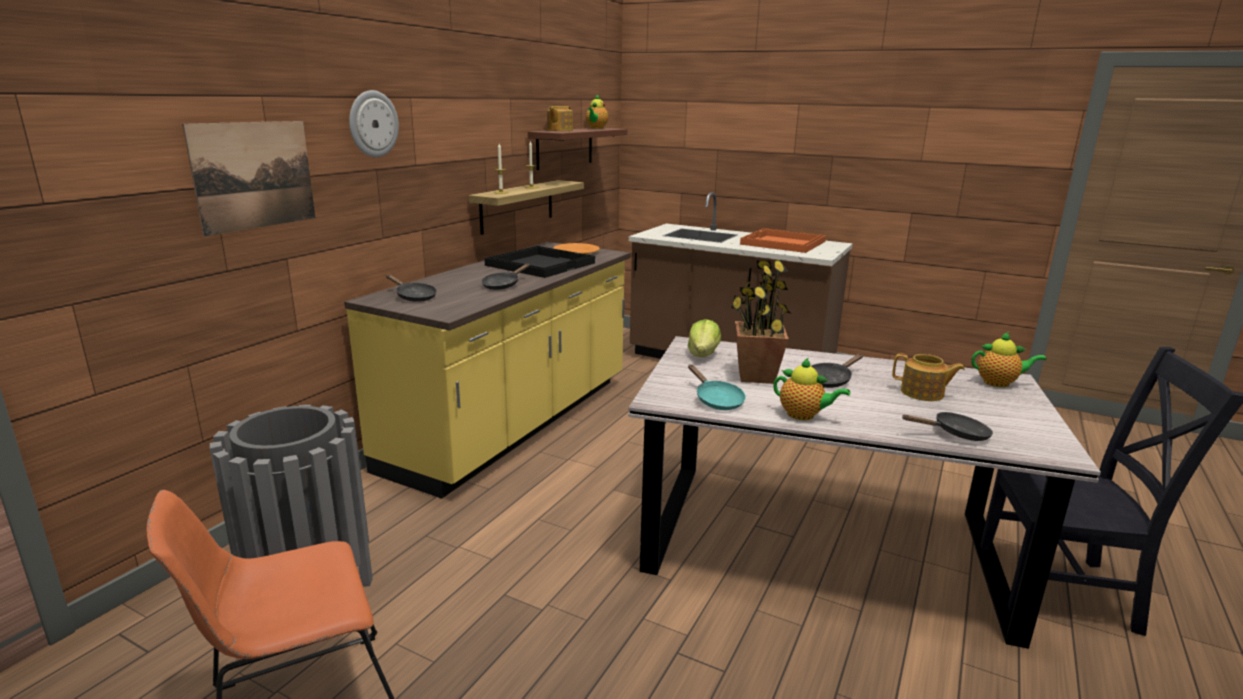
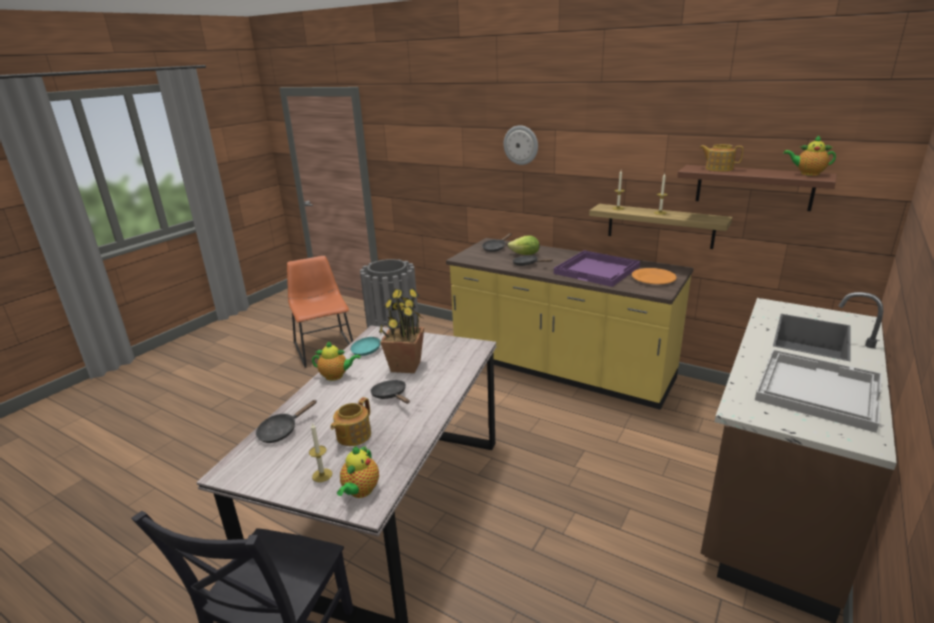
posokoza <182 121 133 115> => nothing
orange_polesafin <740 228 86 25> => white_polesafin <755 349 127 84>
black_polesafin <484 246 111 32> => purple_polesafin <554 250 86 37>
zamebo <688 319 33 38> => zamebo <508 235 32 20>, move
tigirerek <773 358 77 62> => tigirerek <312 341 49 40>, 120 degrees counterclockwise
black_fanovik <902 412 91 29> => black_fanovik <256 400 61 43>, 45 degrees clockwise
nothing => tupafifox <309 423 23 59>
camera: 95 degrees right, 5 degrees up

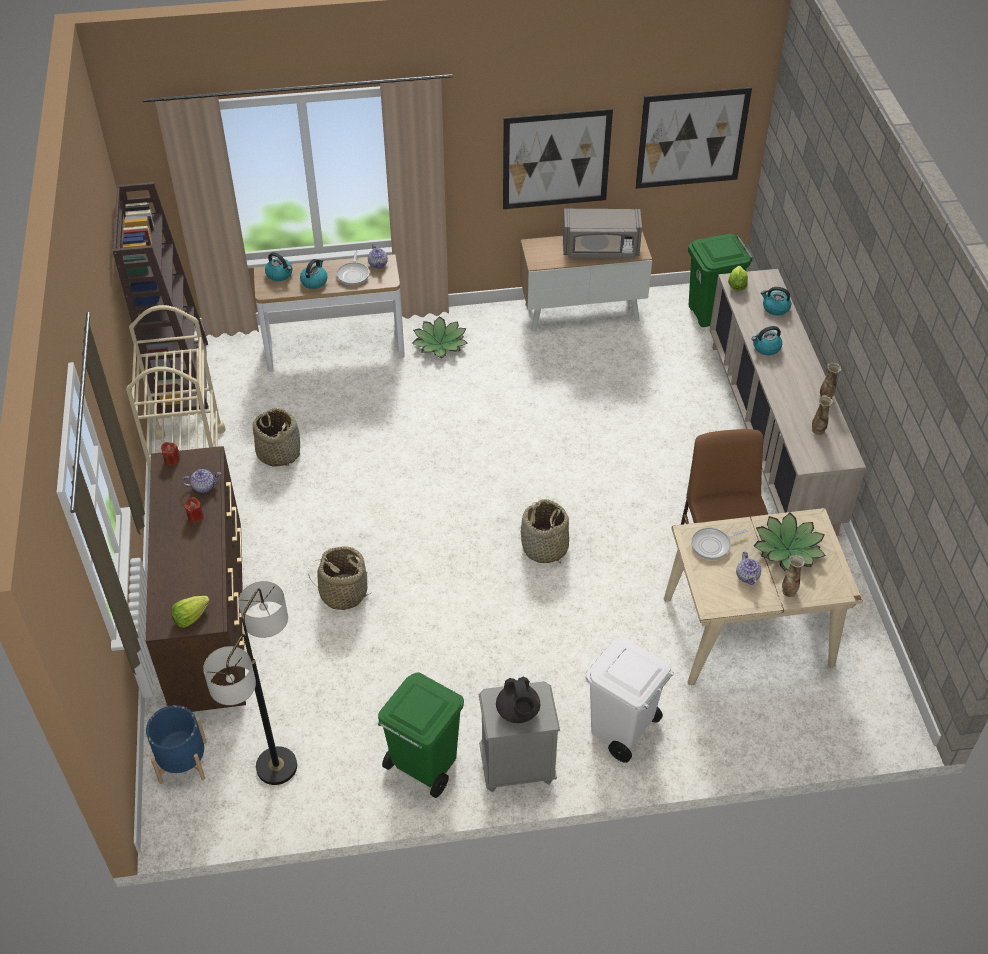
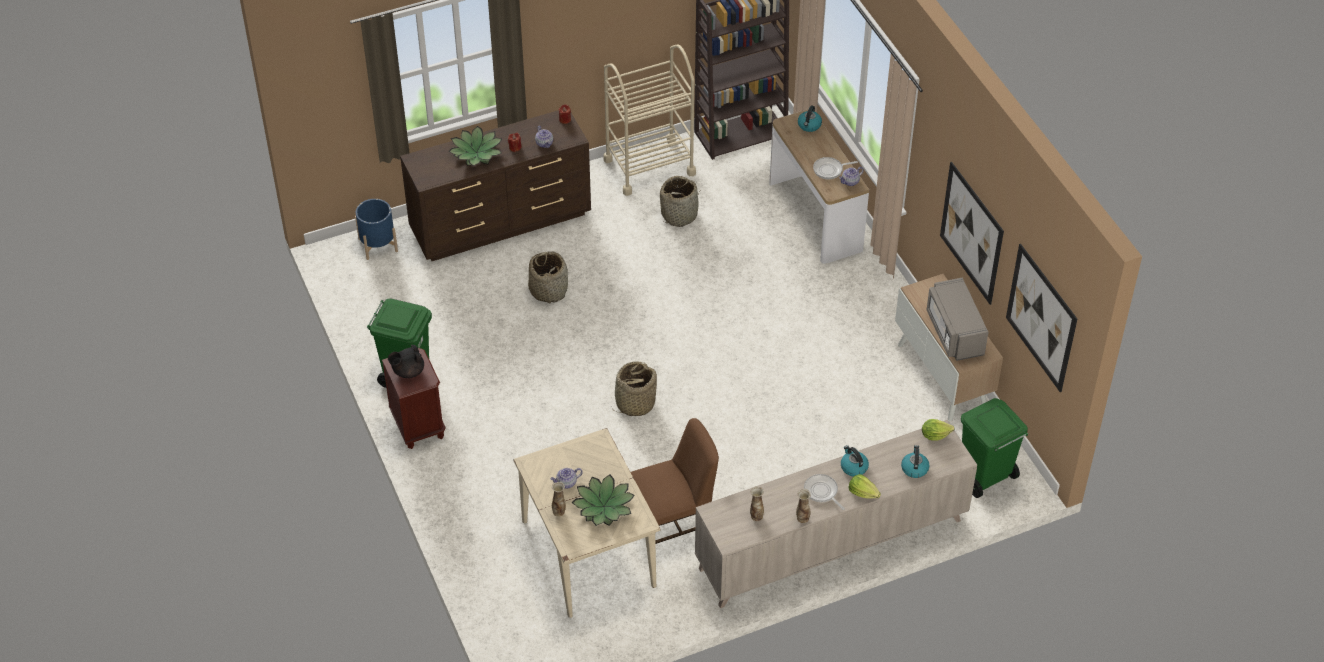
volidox <300 259 28 30> => nothing
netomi <412 316 56 42> => netomi <449 126 53 40>, move
fanovik <691 528 57 32> => fanovik <804 474 41 36>, move
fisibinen <203 581 94 204> => nothing
zamebo <171 596 39 32> => zamebo <848 474 33 24>, move
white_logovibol <586 638 88 125> => nothing
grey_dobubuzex <479 681 81 111> => brown_dobubuzex <382 348 64 101>
camera: 75 degrees right, 0 degrees up

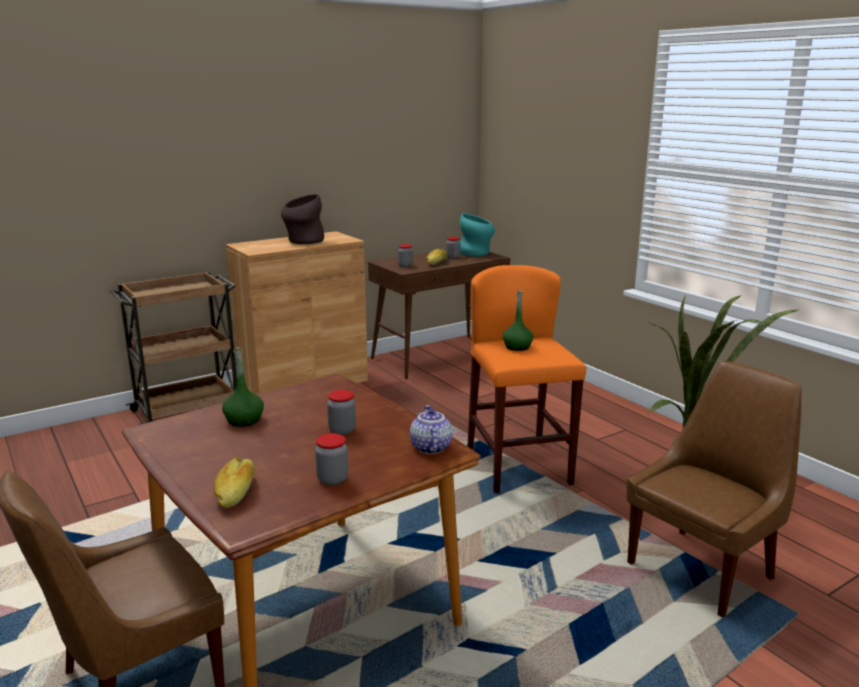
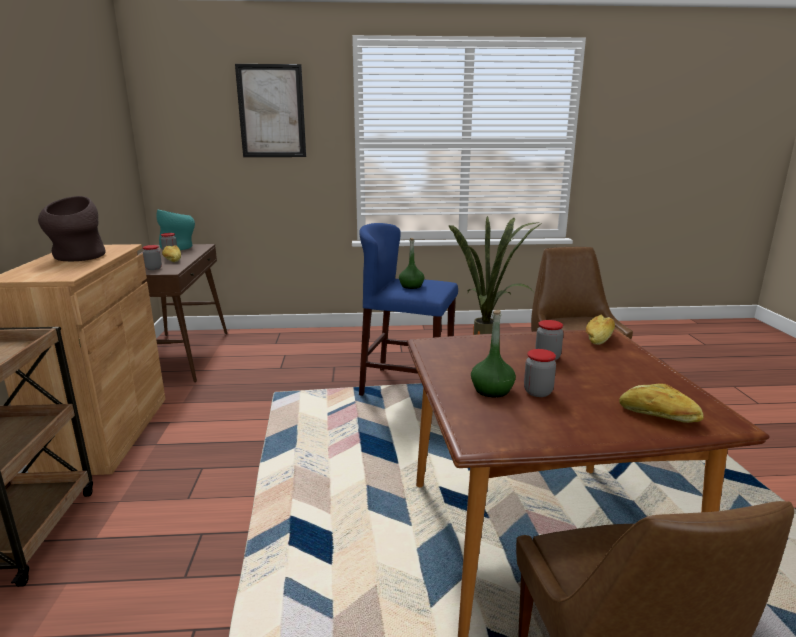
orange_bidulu <468 265 118 228> => blue_bidulu <359 223 99 173>
tigirerek <410 405 42 49> => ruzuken <586 315 29 30>
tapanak <315 433 33 53> => tapanak <524 349 32 48>, move
nothing => posokoza <235 64 71 93>
camera: 60 degrees left, 0 degrees up

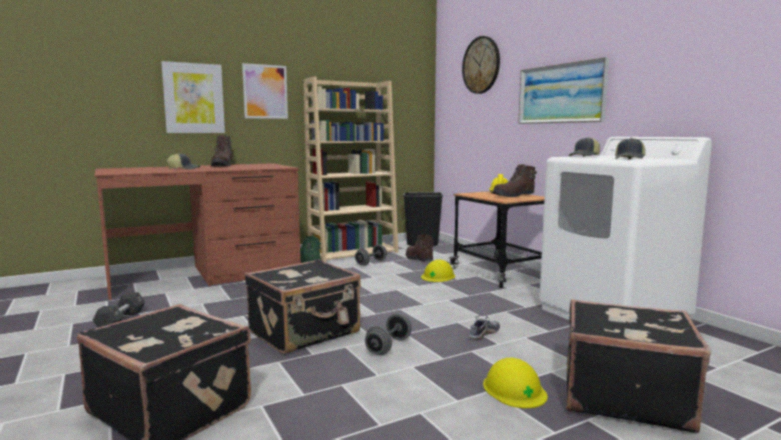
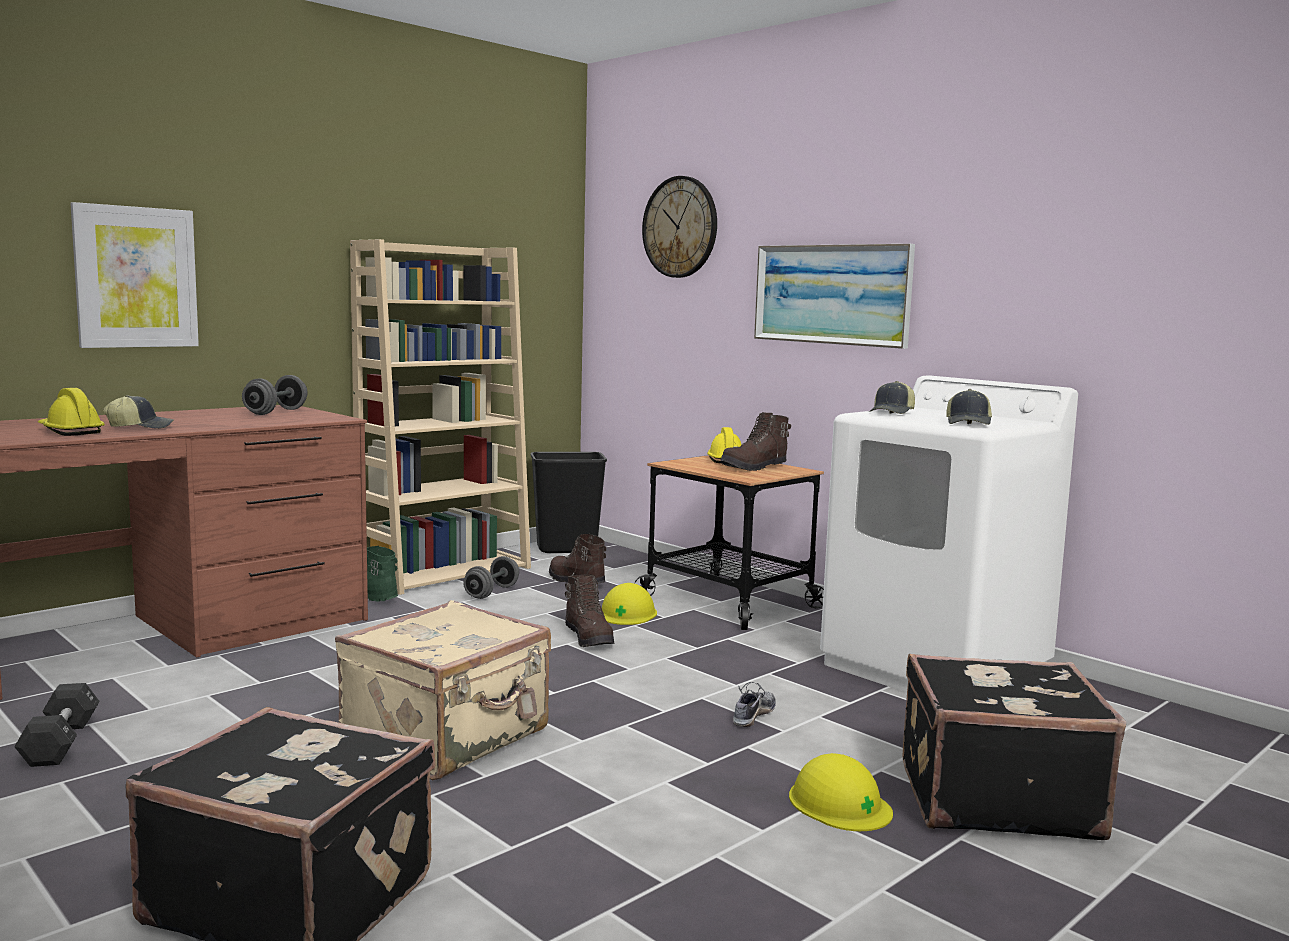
posokoza <242 63 46 56> => nothing
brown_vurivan <211 135 23 31> => brown_vurivan <565 574 49 73>, move
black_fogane <245 259 116 95> => beige_fogane <335 600 216 180>
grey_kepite <365 313 46 42> => grey_kepite <242 375 66 40>, move
nothing => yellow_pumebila <38 388 67 48>
camera: 15 degrees left, 0 degrees up

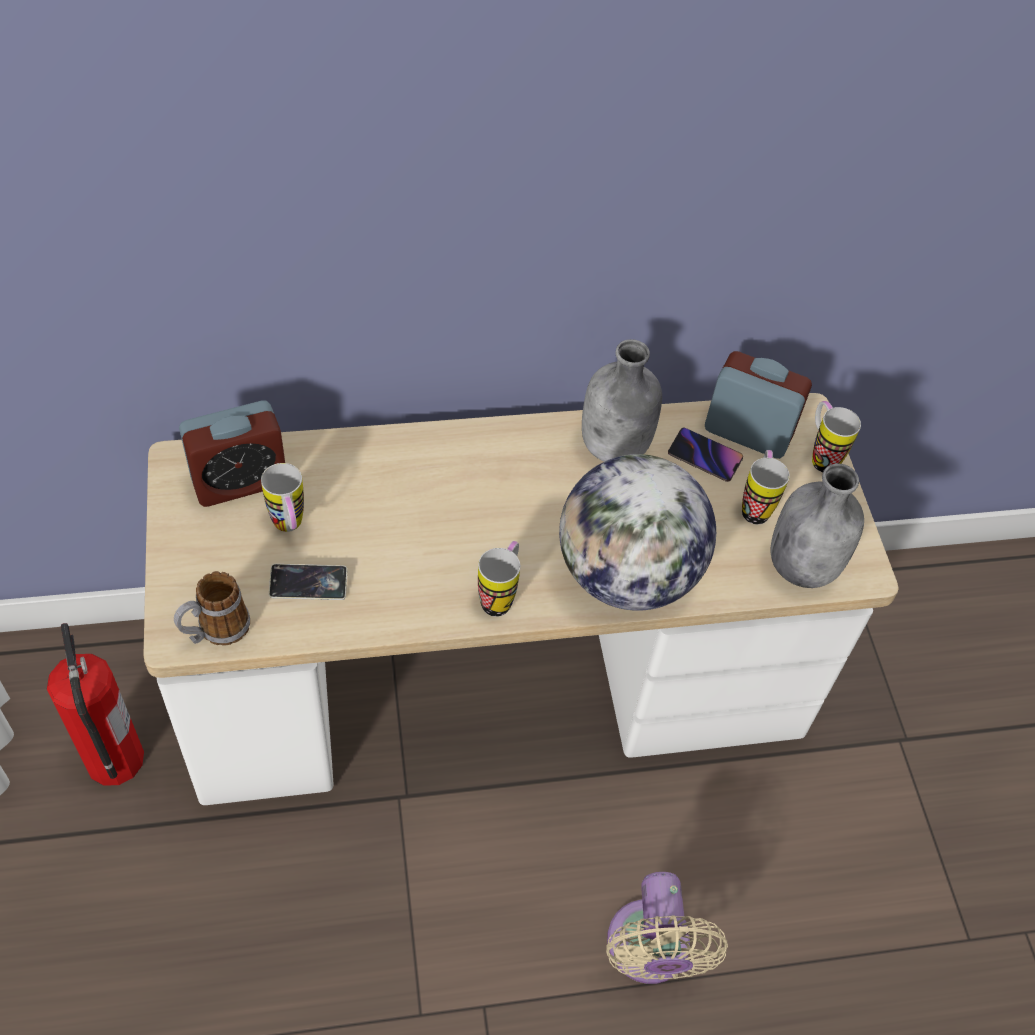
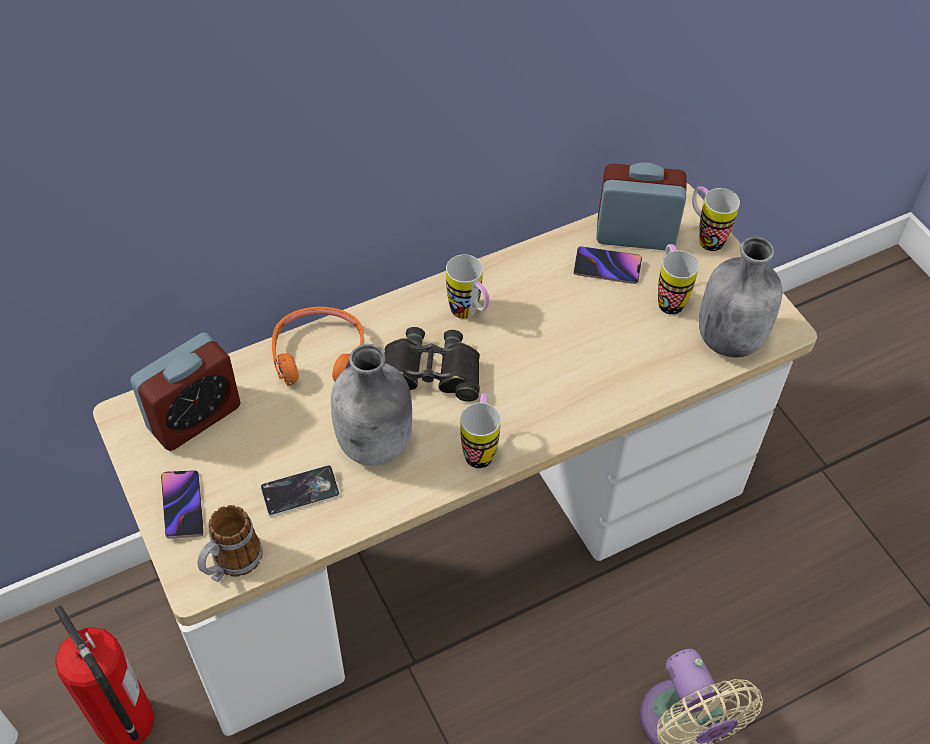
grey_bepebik <582 339 80 123> => grey_bepebik <331 344 81 122>, move
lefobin <559 454 157 157> => nothing
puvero <261 463 43 69> => puvero <446 254 44 65>, move
nothing => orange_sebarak <272 307 92 79>
nothing => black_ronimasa <385 327 95 75>
nothing => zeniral <161 470 43 69>
camera: 15 degrees left, 0 degrees up

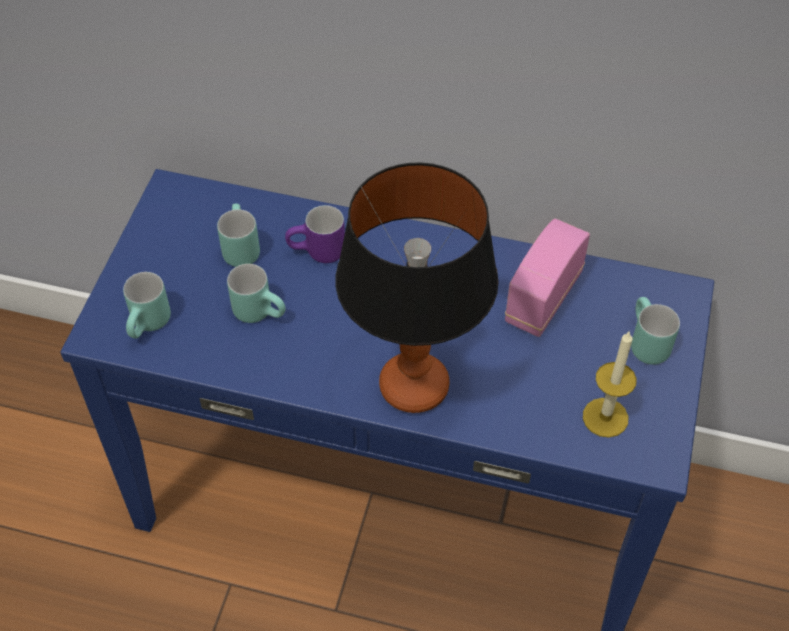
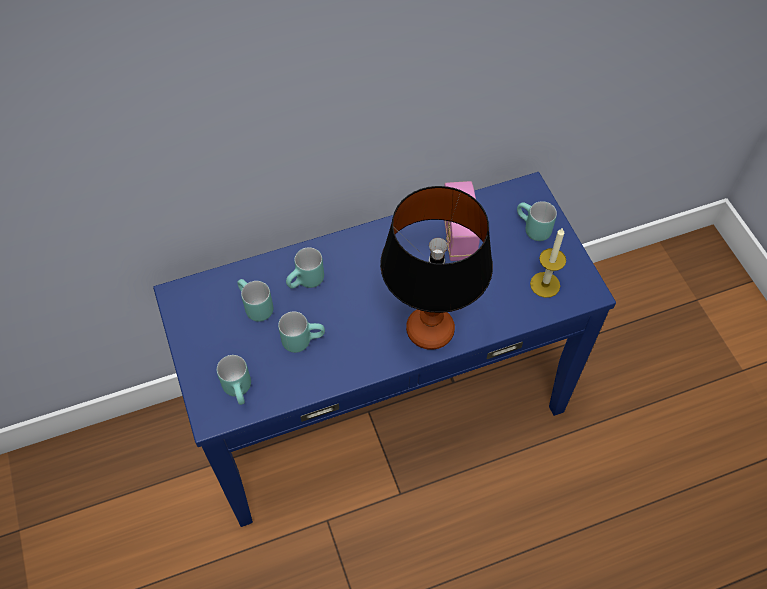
purple_puvero <285 205 60 58> => turquoise_puvero <286 247 38 42>
camera: 35 degrees left, 5 degrees up

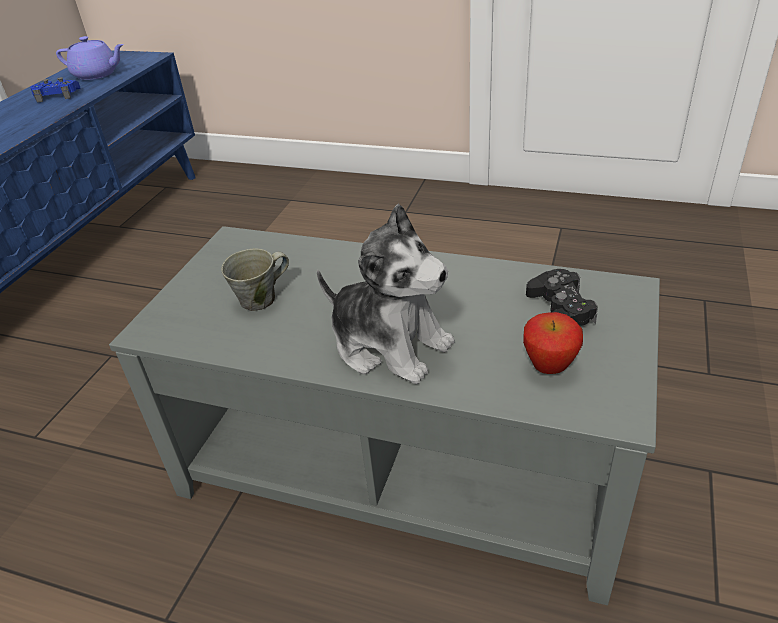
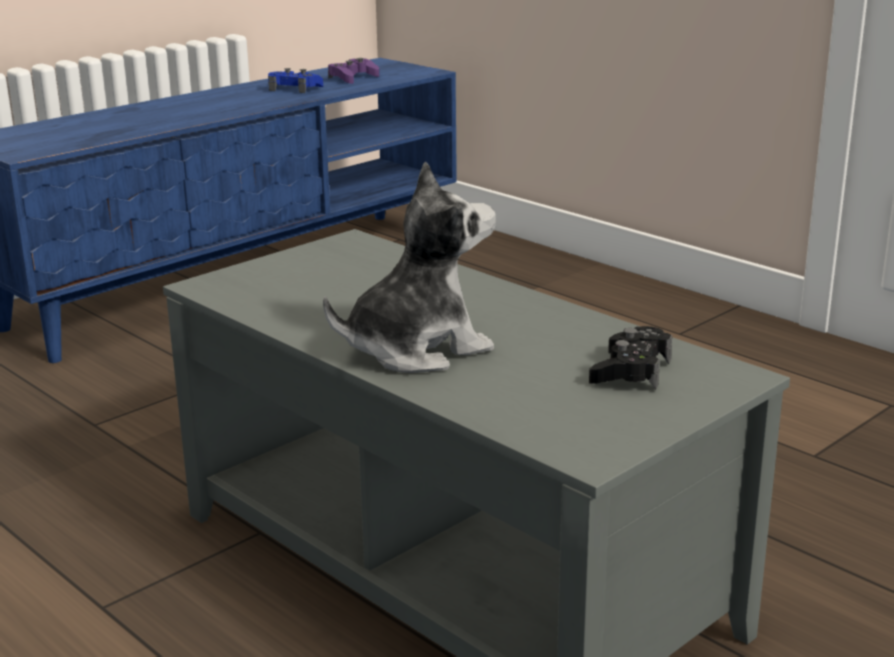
purple_tigirerek <56 36 68 44> => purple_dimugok <328 58 51 26>
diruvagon <317 203 138 181> => diruvagon <323 161 173 212>, 90 degrees counterclockwise
grey_puvero <221 249 68 62> => nothing
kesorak <523 312 60 62> => nothing
camera: 25 degrees right, 15 degrees down

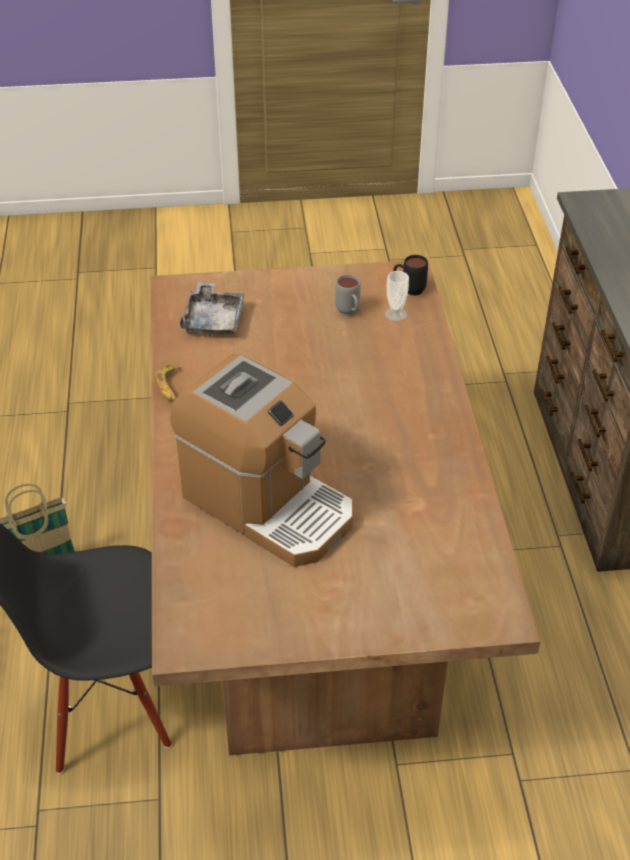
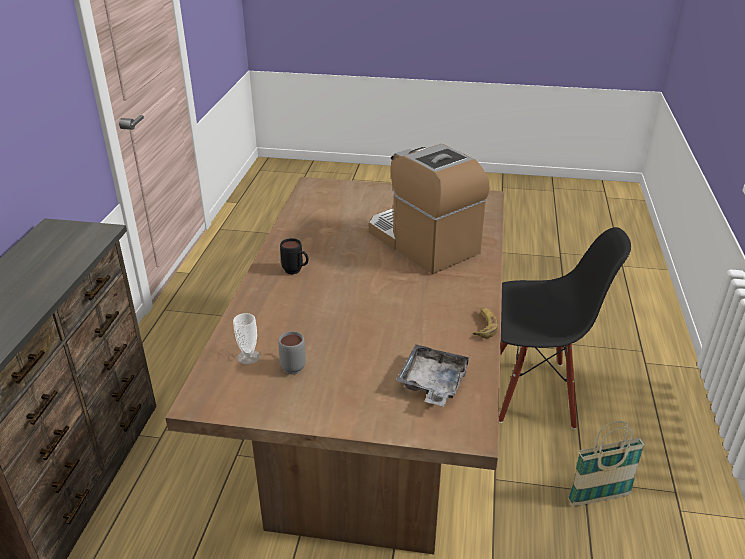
black_puvero <393 255 35 41> => black_puvero <280 238 29 36>, move
camera: 165 degrees left, 10 degrees down

